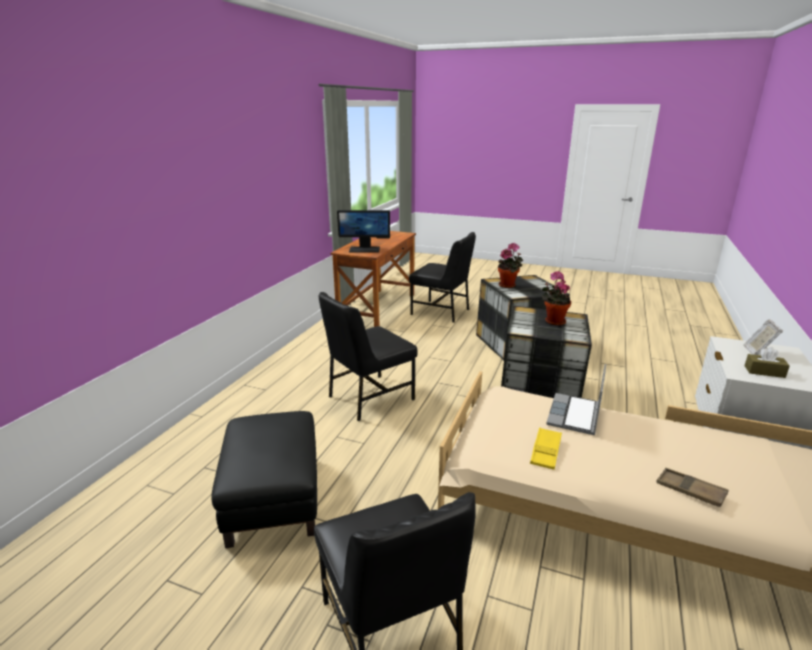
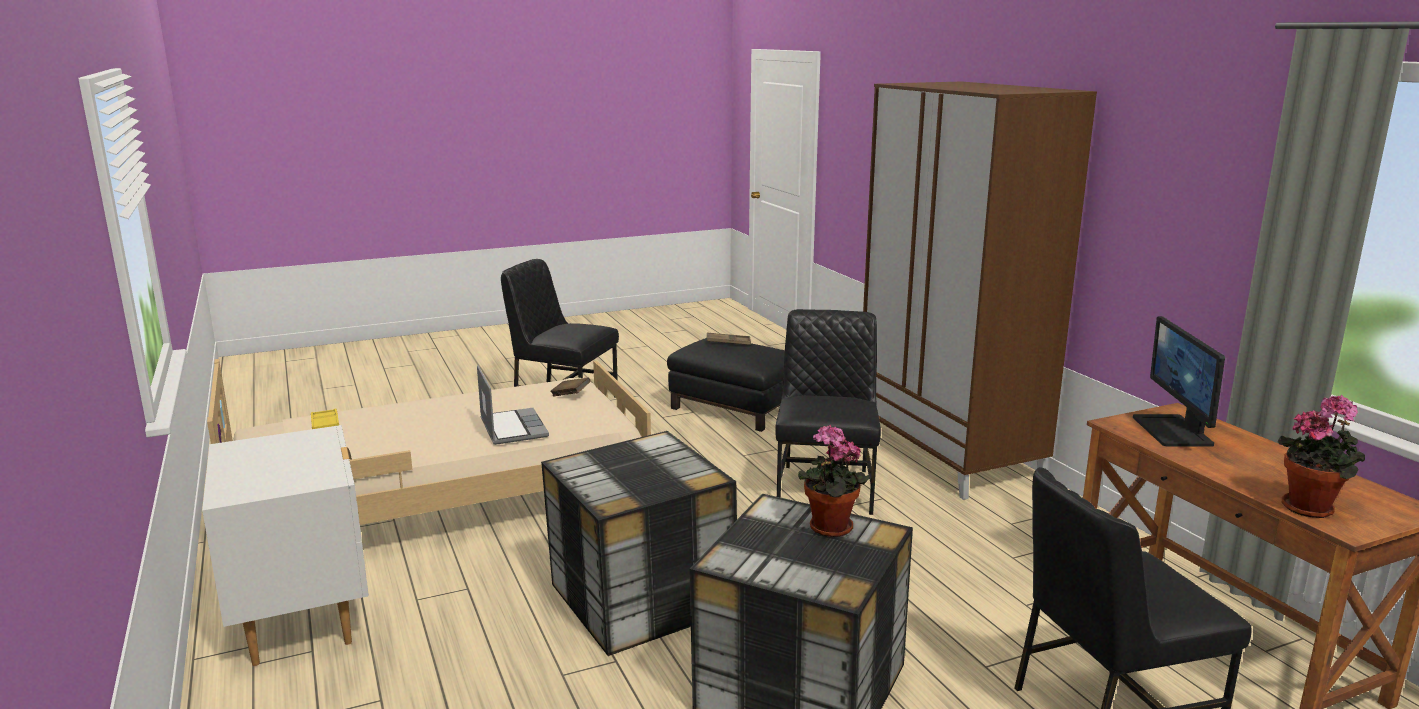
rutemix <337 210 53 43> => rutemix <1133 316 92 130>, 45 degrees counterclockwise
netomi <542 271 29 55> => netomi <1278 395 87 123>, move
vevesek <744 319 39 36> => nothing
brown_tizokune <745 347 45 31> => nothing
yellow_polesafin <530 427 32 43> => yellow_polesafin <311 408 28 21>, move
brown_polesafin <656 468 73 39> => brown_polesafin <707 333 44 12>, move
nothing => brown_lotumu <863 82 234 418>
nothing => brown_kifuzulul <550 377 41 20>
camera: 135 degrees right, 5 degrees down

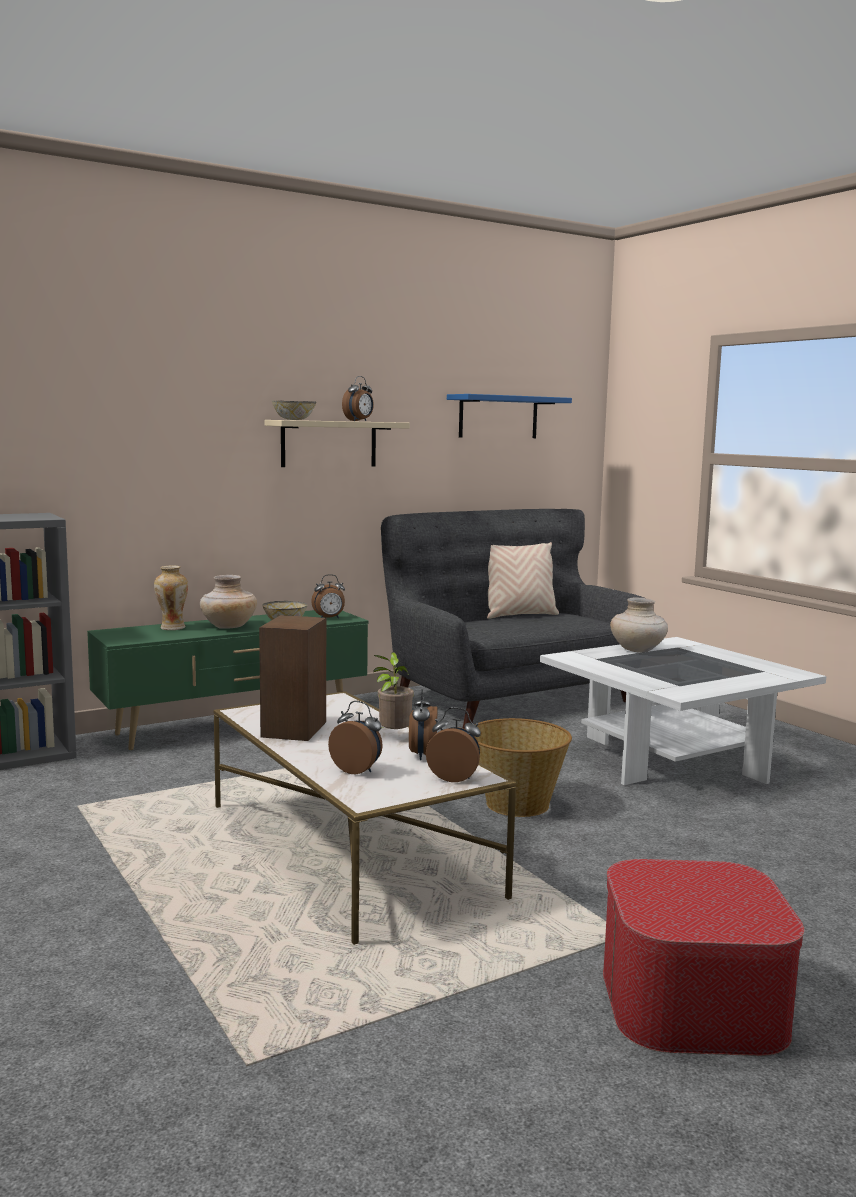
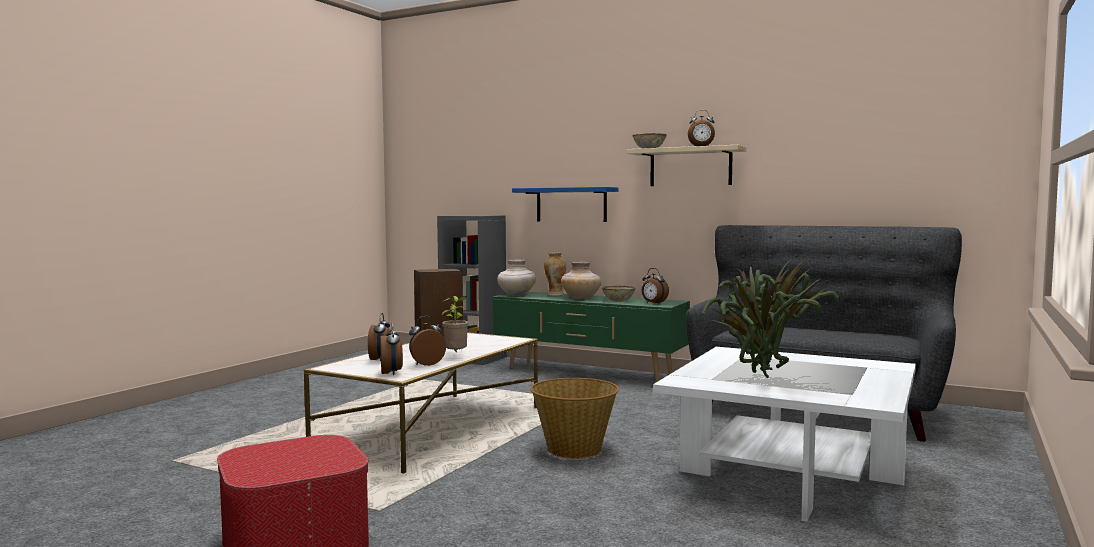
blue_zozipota <447 394 125 44> => blue_zozipota <512 187 107 35>, move
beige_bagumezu <487 542 72 77> => nothing
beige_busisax <610 598 58 55> => beige_busisax <497 259 39 37>, move
nothing => netomi <702 259 137 119>
camera: 60 degrees right, 5 degrees down

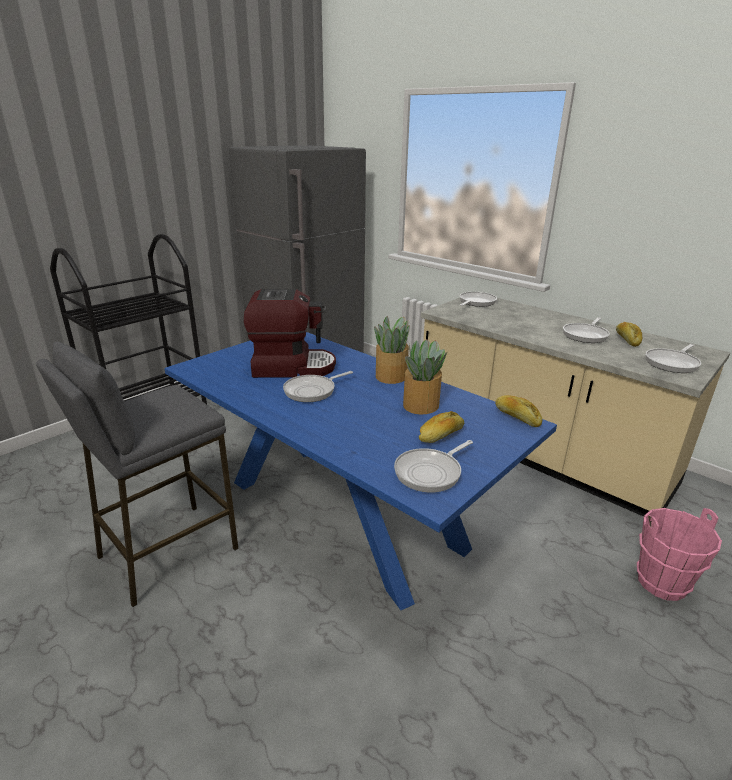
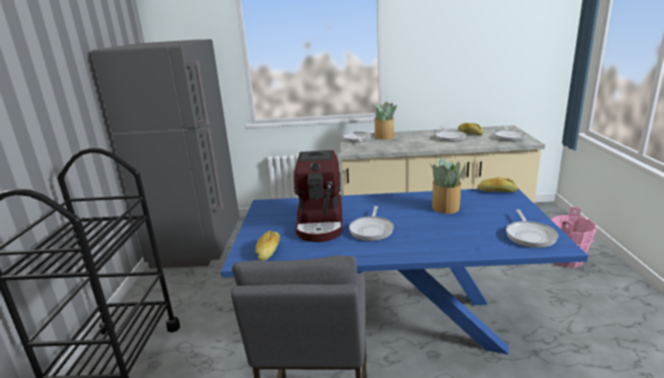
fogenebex <244 289 92 89> => fogenebex <294 150 48 92>, 135 degrees clockwise
netomi <374 316 36 68> => netomi <372 102 25 38>, move
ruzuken <419 411 45 32> => ruzuken <255 231 25 30>, move
camera: 40 degrees left, 5 degrees down

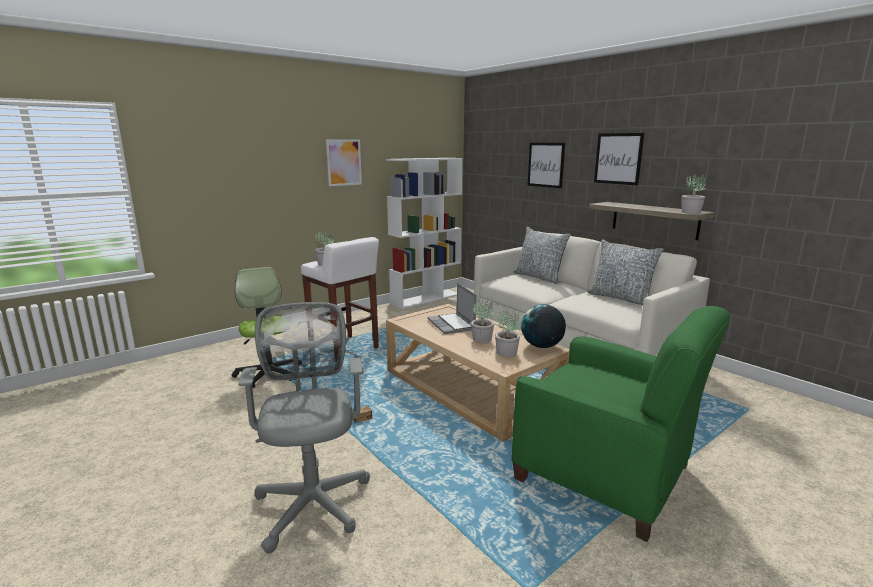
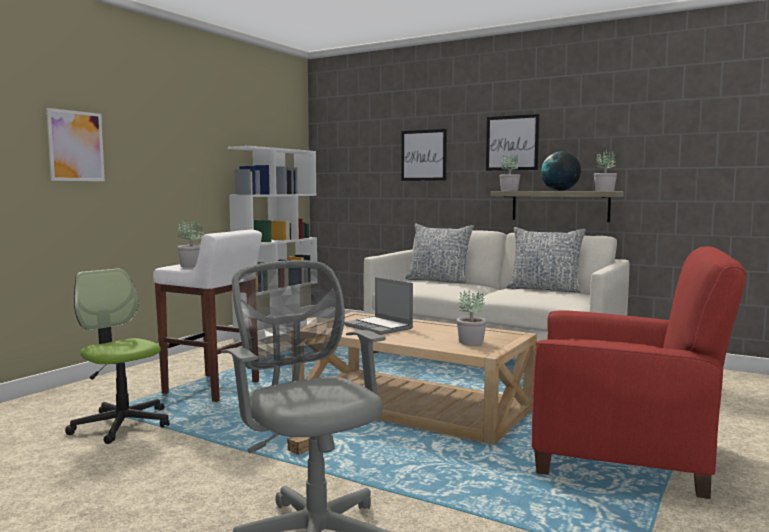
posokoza <326 139 36 47> => posokoza <46 108 59 73>, move
netomi <471 300 23 43> => netomi <499 154 21 37>, move
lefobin <521 304 45 44> => lefobin <541 152 40 39>, move
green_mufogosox <512 306 218 236> => red_mufogosox <531 246 215 253>
camera: 20 degrees left, 10 degrees down

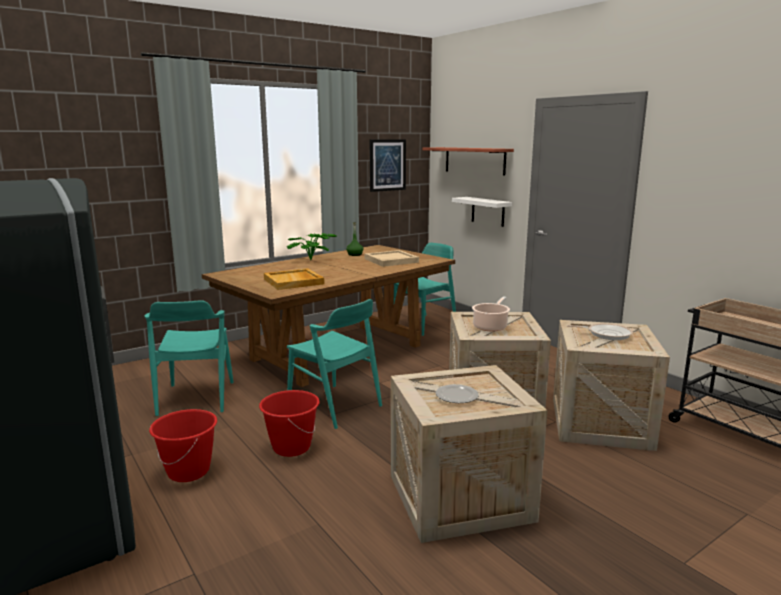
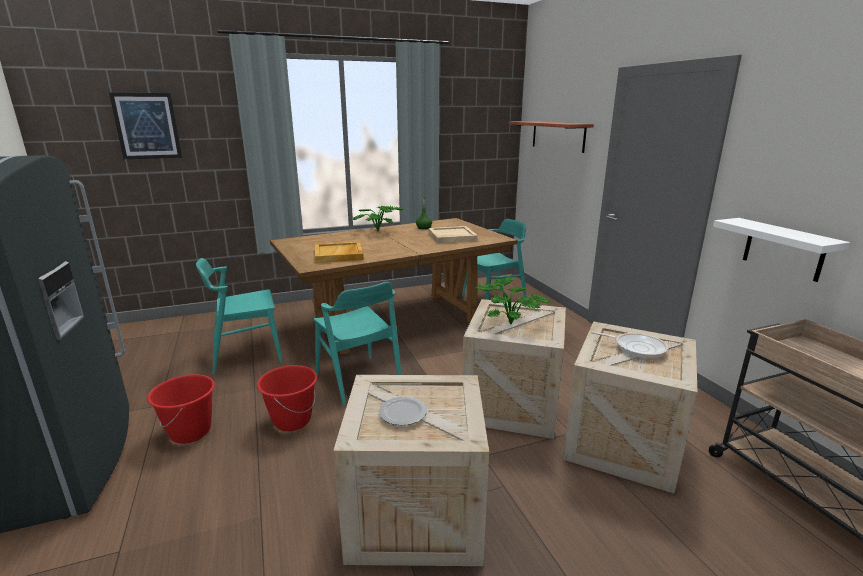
posokoza <369 139 37 53> => posokoza <109 93 73 66>, move
white_zozipota <452 197 60 30> => white_zozipota <713 218 137 64>, move
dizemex <472 296 38 35> => netomi <475 277 75 47>
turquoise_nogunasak <145 300 89 116> => turquoise_nogunasak <196 258 86 116>, 60 degrees clockwise
camera: 15 degrees right, 5 degrees up

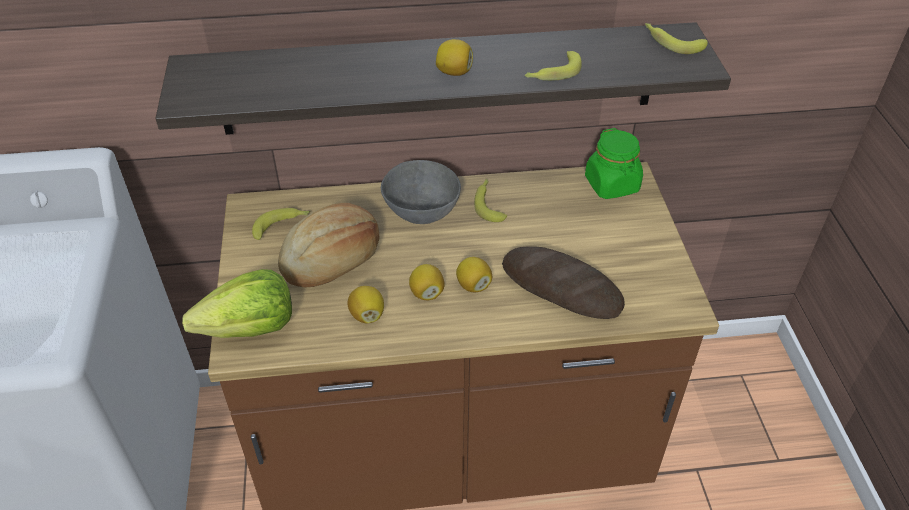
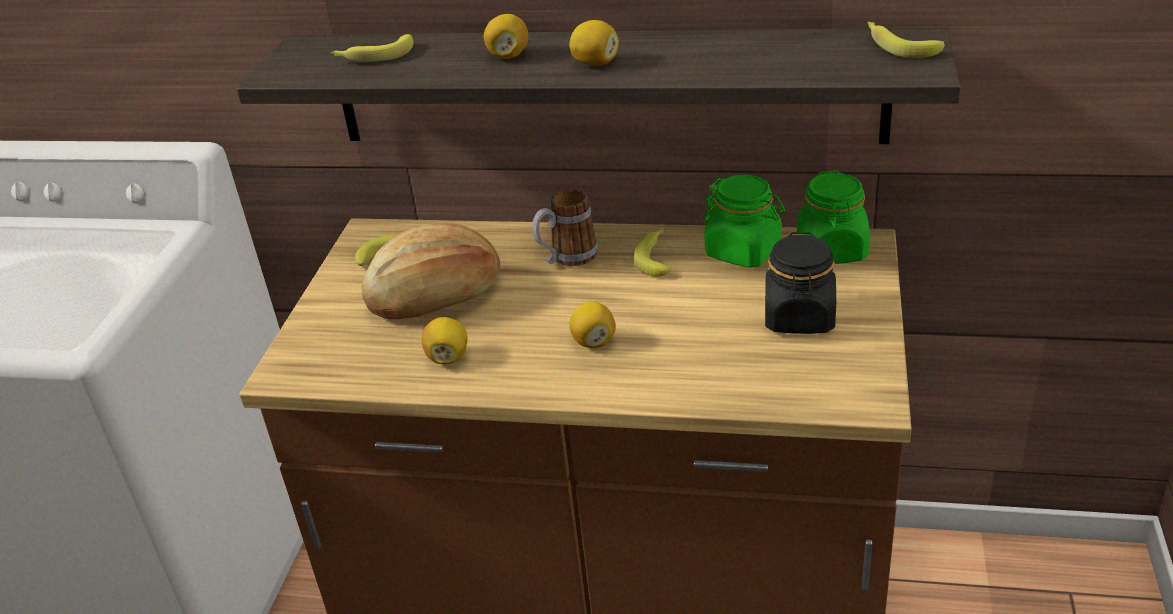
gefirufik <525 51 57 30> => gefirufik <331 34 82 28>, move
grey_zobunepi <381 160 80 64> => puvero <532 189 66 77>
ruzuken <502 246 123 73> => nothing
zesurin <409 264 36 36> => zesurin <484 14 44 45>, move
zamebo <182 269 110 69> => nothing
nothing => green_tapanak <704 175 81 93>
nothing => black_tapanak <765 232 71 102>
camera: 20 degrees right, 10 degrees down

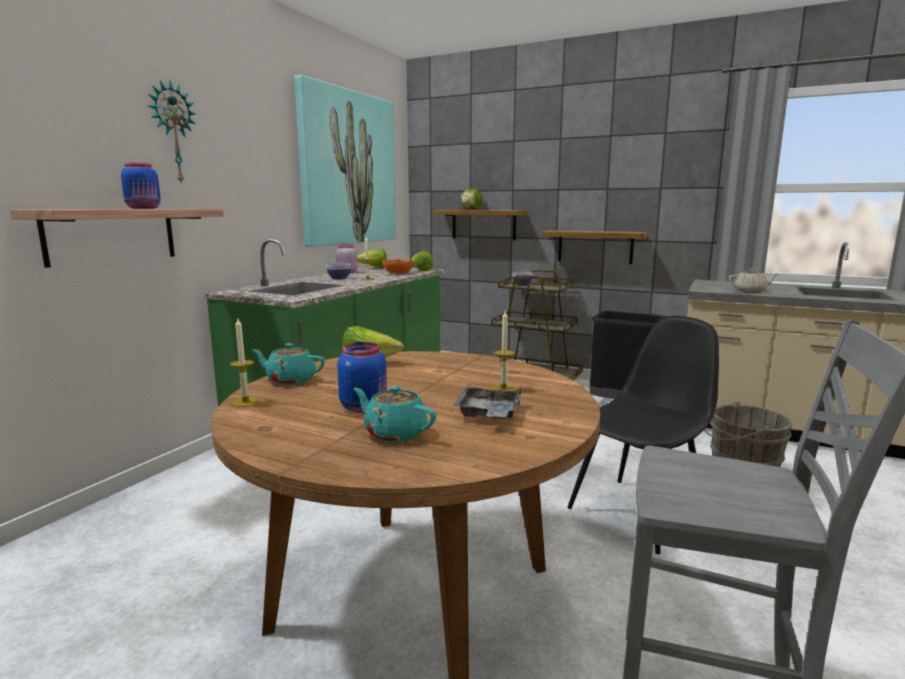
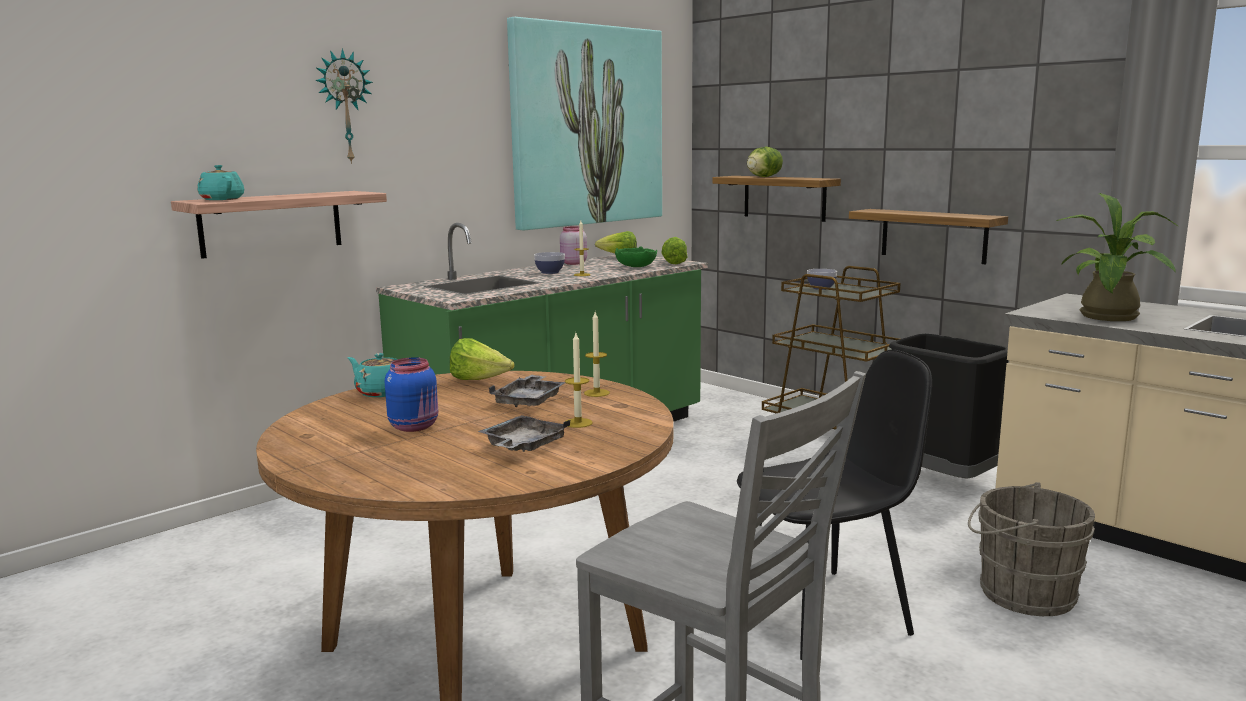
blue_tapanak <121 162 40 47> => nothing
orange_zobunepi <382 259 32 15> => green_zobunepi <615 246 42 21>
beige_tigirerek <729 268 50 24> => netomi <1056 193 122 128>
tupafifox <230 318 30 89> => tupafifox <584 312 26 85>, move
turquoise_tigirerek <353 386 84 56> => turquoise_tigirerek <197 165 47 35>, move
nothing => grey_polesafin <489 375 76 32>
camera: 20 degrees right, 0 degrees up

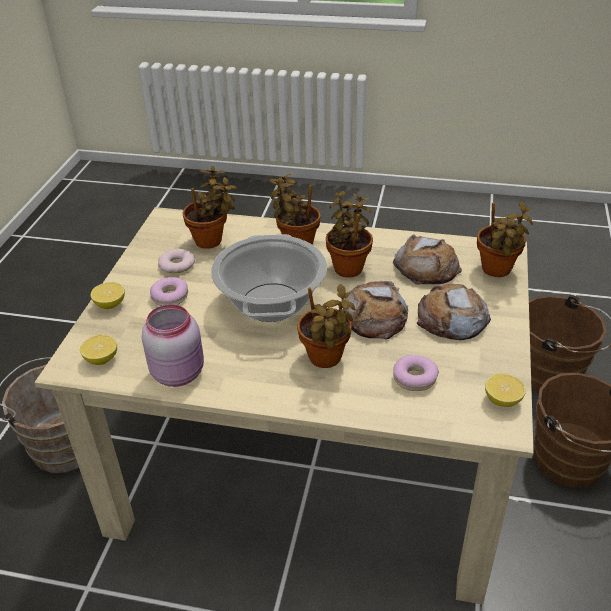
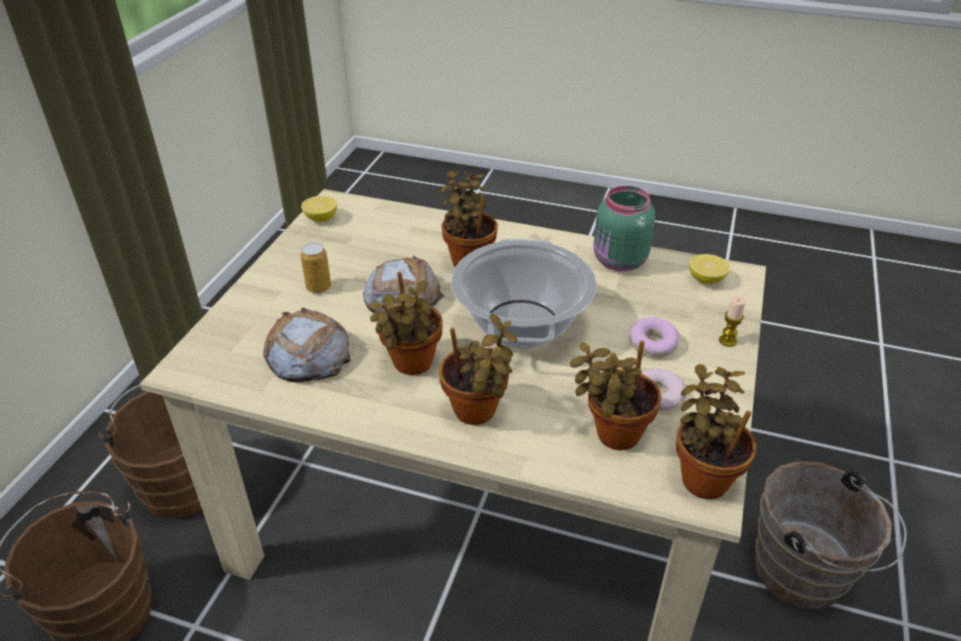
netomi <477 201 56 76> => netomi <676 364 80 135>, move
zesurin <91 282 34 27> => tupafifox <719 296 27 51>
ruzuken <417 284 74 56> => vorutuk <301 243 30 50>
pink_tapanak <142 304 62 83> => green_tapanak <593 186 62 85>
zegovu <393 355 46 36> => nothing
camera: 175 degrees left, 0 degrees up

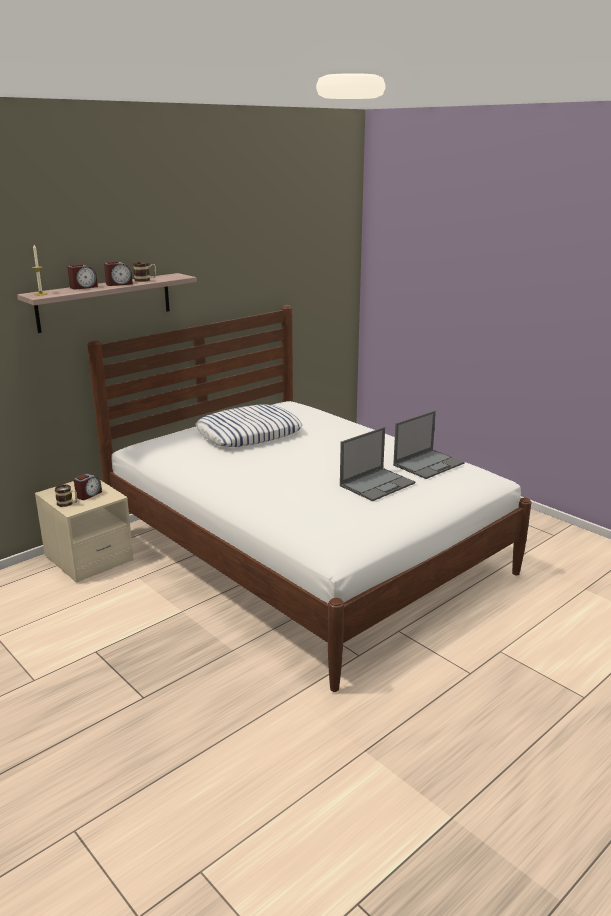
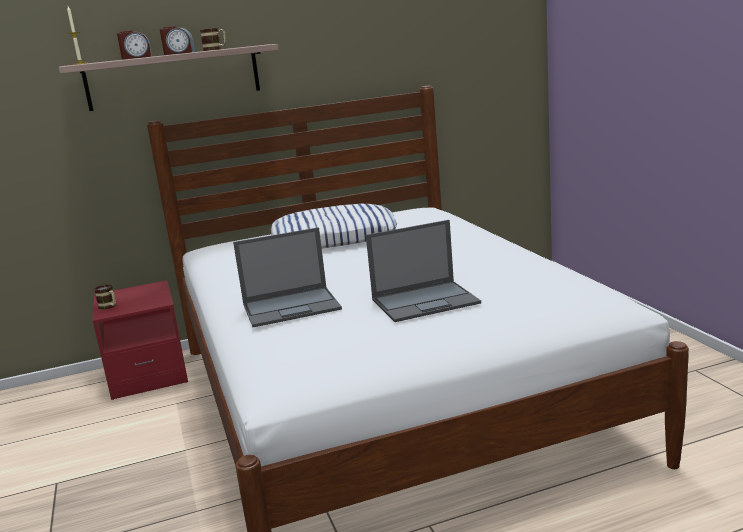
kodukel <393 411 72 68> => kodukel <233 227 109 100>, move
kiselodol <74 474 28 26> => nothing
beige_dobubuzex <35 475 99 108> => red_dobubuzex <92 280 96 120>
camera: 25 degrees right, 5 degrees down

